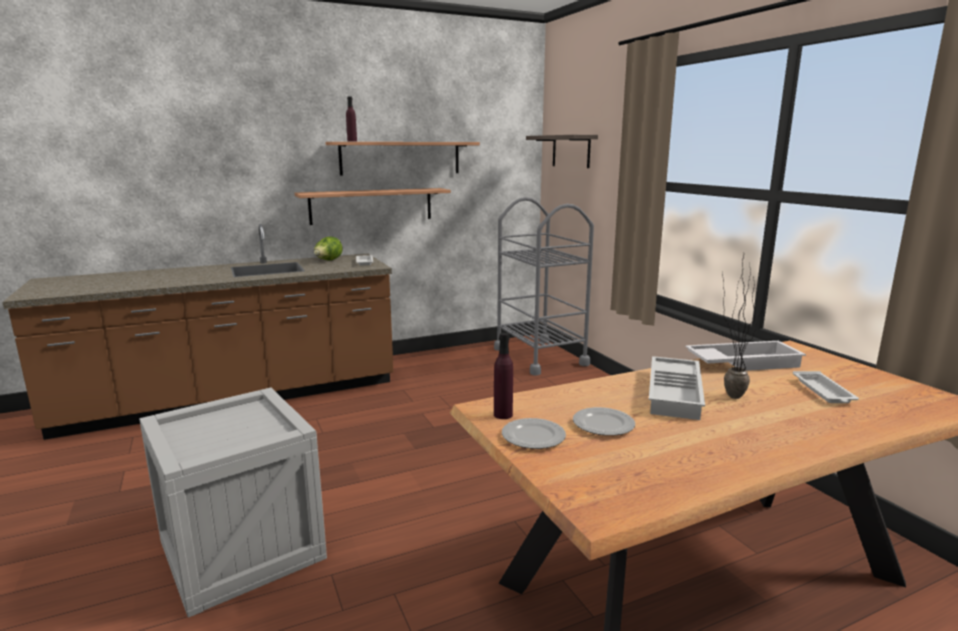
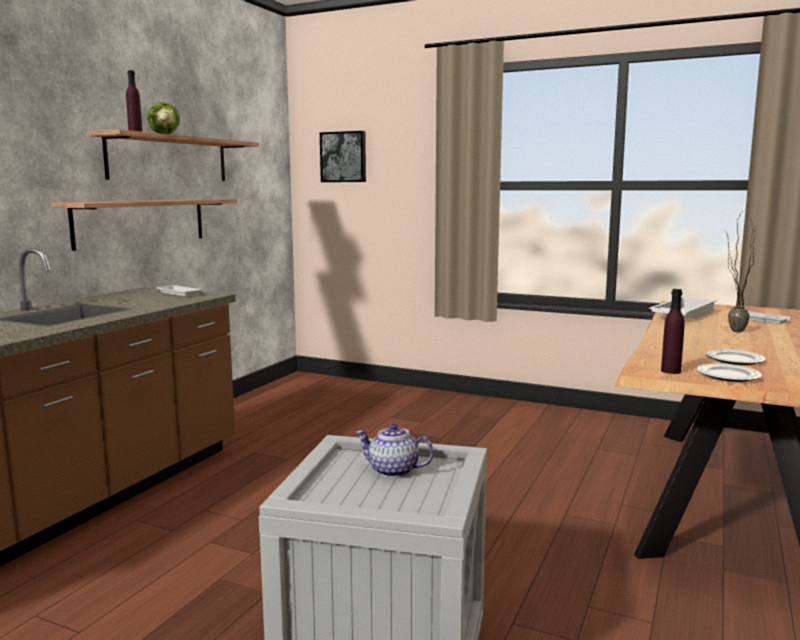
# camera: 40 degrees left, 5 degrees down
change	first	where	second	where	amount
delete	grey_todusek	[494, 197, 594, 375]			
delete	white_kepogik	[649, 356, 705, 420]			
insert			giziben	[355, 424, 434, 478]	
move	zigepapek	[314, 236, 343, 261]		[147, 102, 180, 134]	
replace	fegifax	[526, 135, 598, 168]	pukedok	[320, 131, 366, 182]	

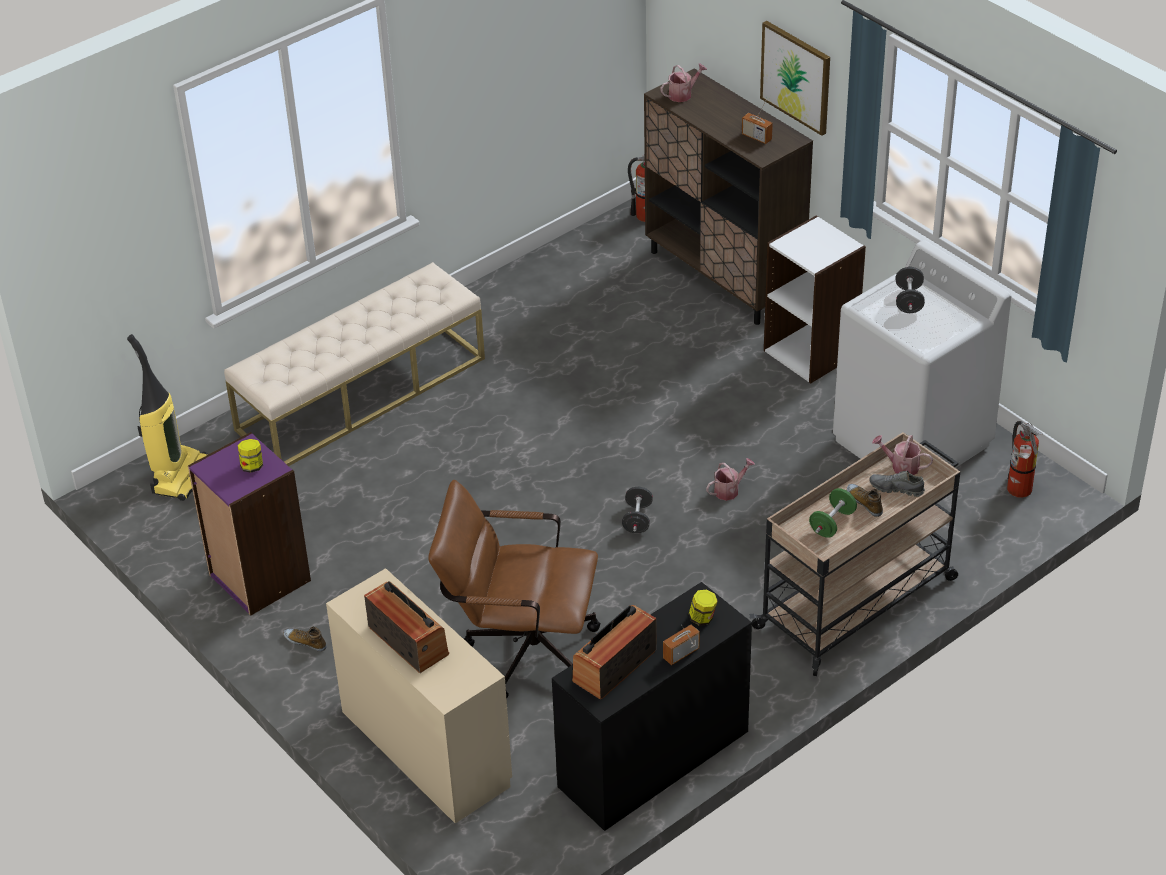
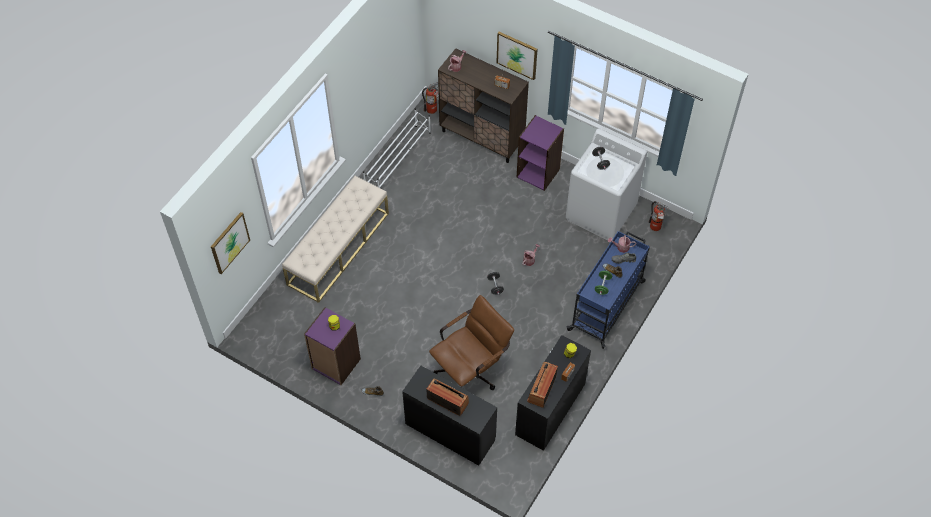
# camera: 20 degrees left, 15 degrees up
change	first	where	second	where	amount
delete	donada	[127, 334, 208, 501]			
insert			pukedok	[211, 212, 250, 274]	
insert			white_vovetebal	[363, 108, 431, 188]	
recolor	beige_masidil	[326, 568, 512, 824]	black_masidil	[402, 366, 497, 466]	
recolor	beige_todusek	[750, 432, 960, 676]	blue_todusek	[566, 231, 650, 349]	
recolor	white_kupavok	[764, 215, 866, 384]	purple_kupavok	[517, 115, 564, 191]	
rotate	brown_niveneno	[428, 480, 600, 699]		[429, 295, 514, 390]	150 degrees clockwise

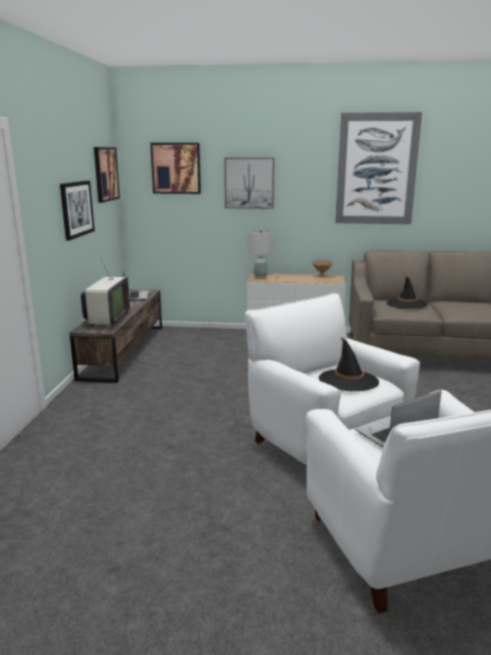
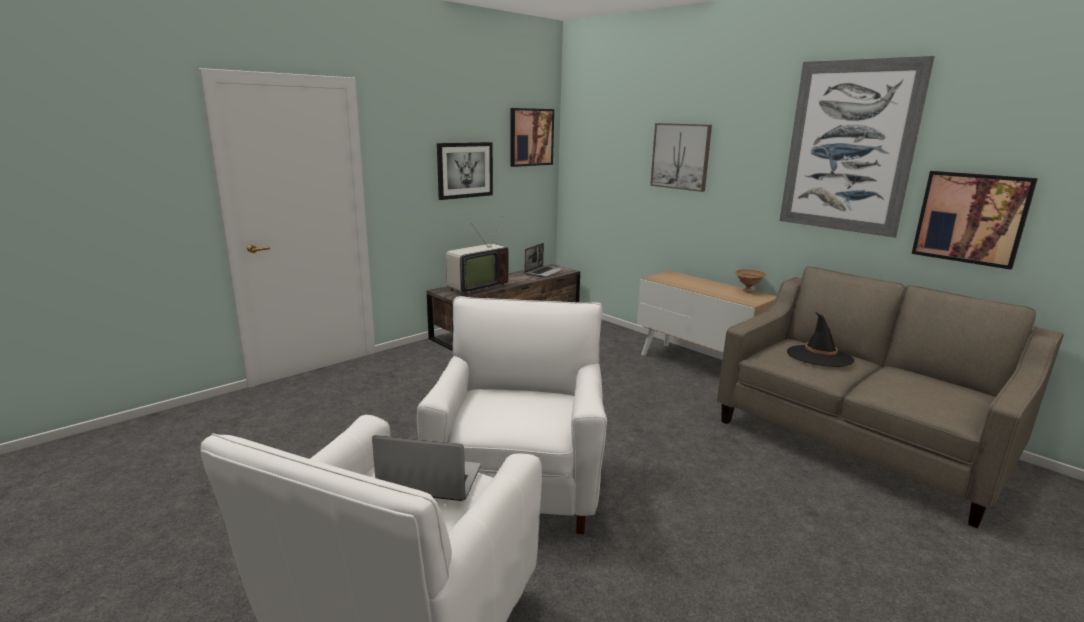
# camera: 40 degrees right, 0 degrees up
change	first	where	second	where	amount
delete	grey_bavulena	[249, 229, 273, 279]			
delete	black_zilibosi	[319, 337, 379, 391]			
move	pukedok	[150, 143, 201, 194]		[912, 171, 1038, 270]	

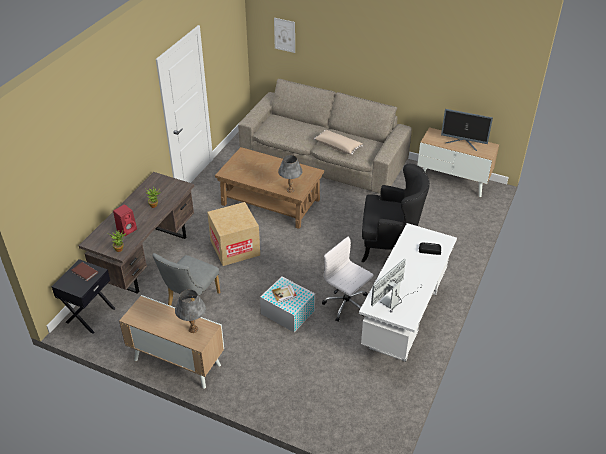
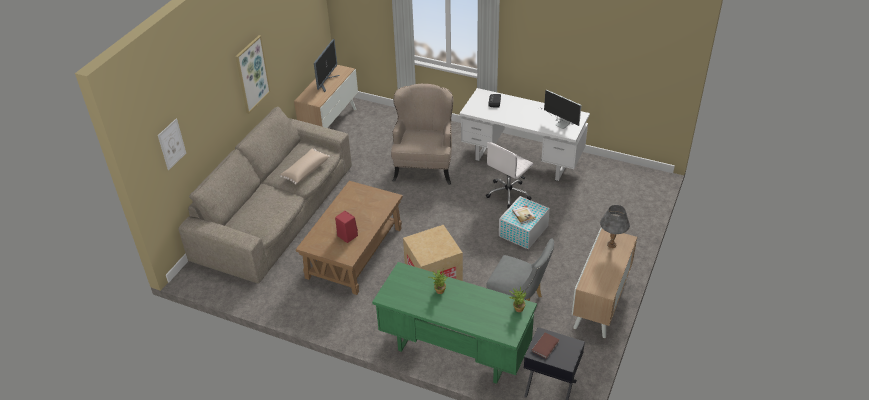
# camera: 90 degrees left, 0 degrees up
change	first	where	second	where	amount
delete	grey_bavulena	[278, 155, 303, 193]			
insert			pukedok	[235, 35, 271, 114]	
move	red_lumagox	[113, 205, 137, 236]		[335, 211, 358, 243]	
recolor	brown_masidil	[79, 172, 194, 294]	green_masidil	[372, 262, 537, 384]	
recolor	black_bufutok	[362, 163, 430, 262]	beige_bufutok	[391, 84, 453, 185]	

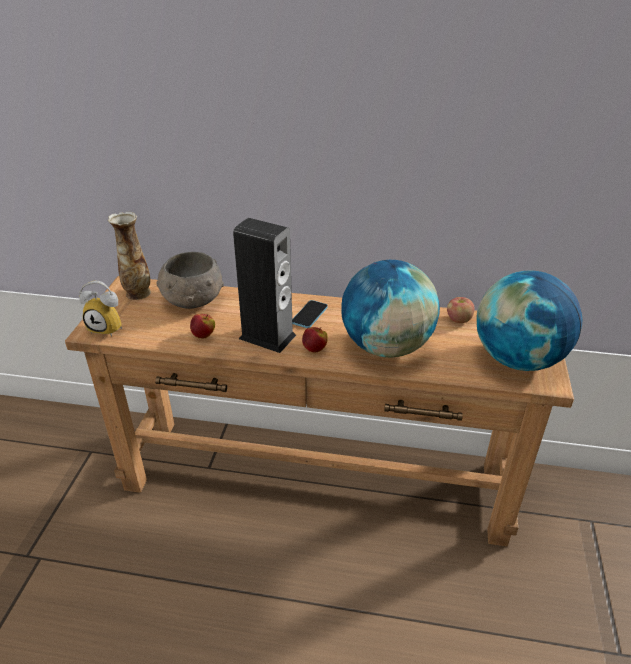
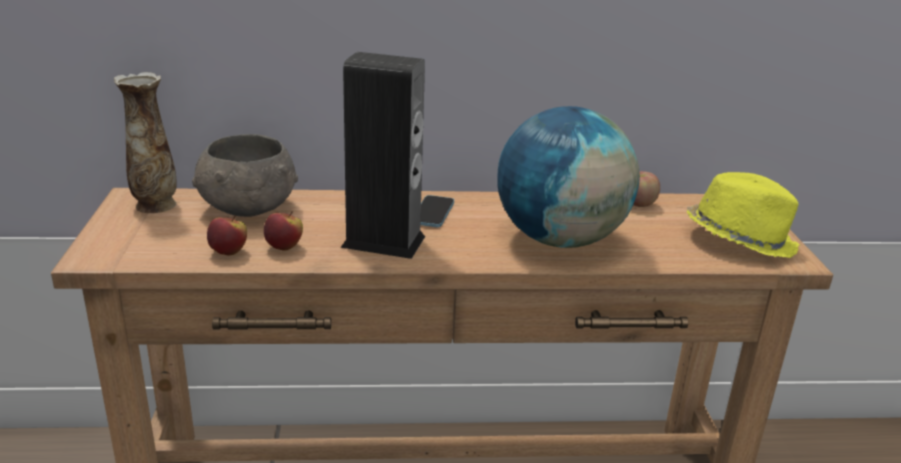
# camera: 15 degrees left, 10 degrees down
change	first	where	second	where	amount
delete	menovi	[79, 281, 122, 337]			
move	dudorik	[302, 327, 328, 352]		[207, 215, 247, 256]	
replace	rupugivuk	[476, 270, 582, 371]	yellow_zilibosi	[687, 172, 800, 258]	

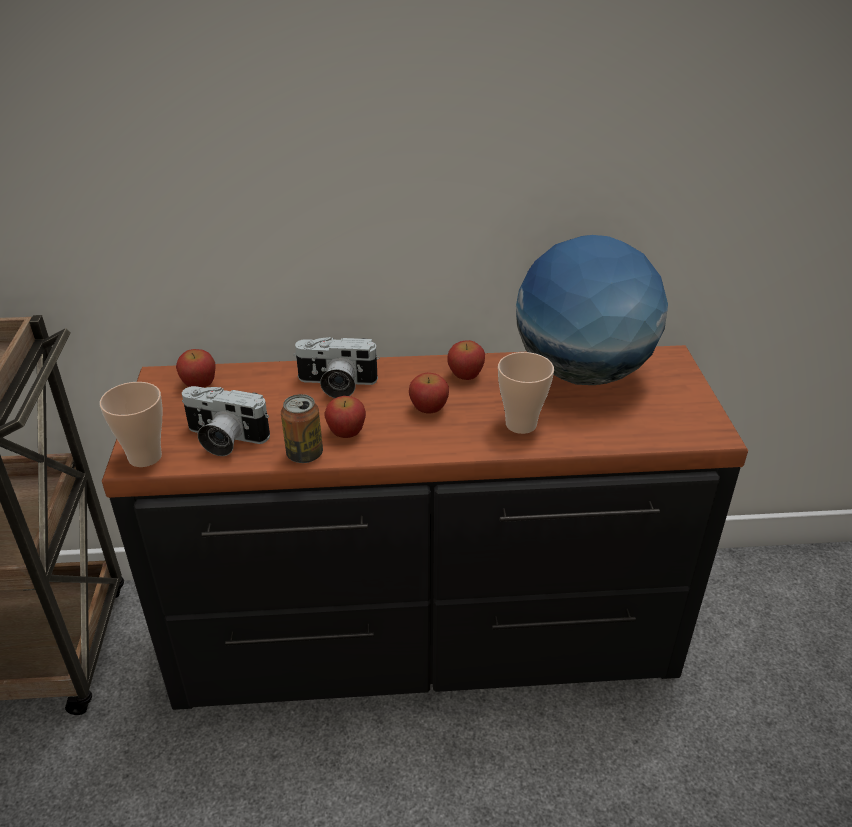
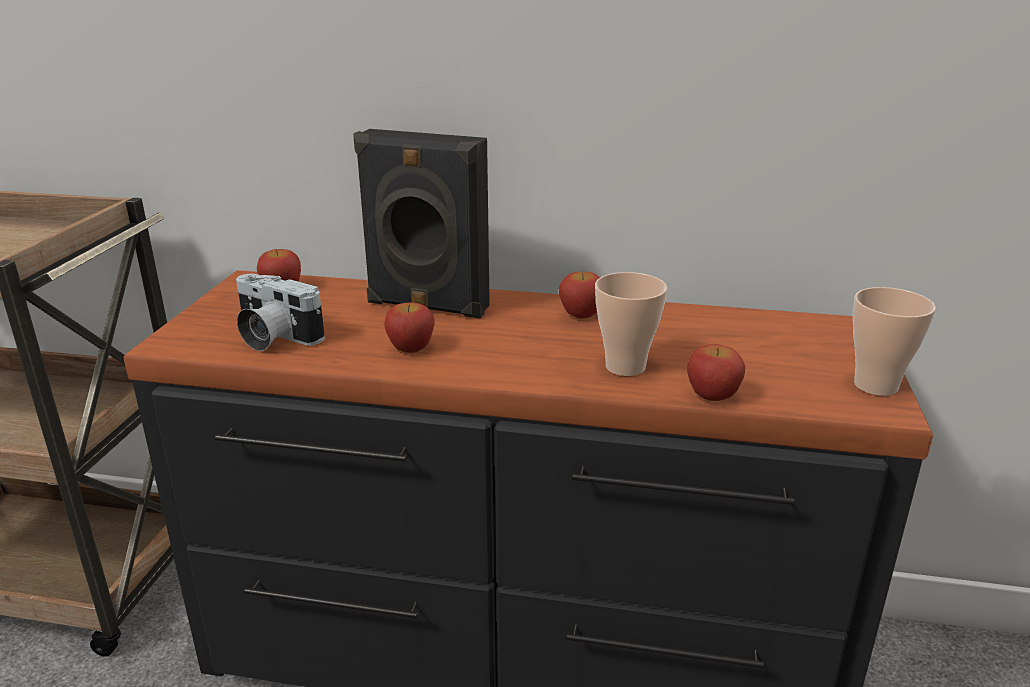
# camera: 15 degrees right, 10 degrees down
change	first	where	second	where	amount
delete	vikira	[281, 394, 323, 463]			
delete	rupugivuk	[516, 235, 668, 385]			
move	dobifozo	[100, 382, 162, 467]		[853, 287, 936, 396]	
move	dudorik	[409, 373, 449, 413]		[687, 344, 745, 401]	
replace	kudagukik	[293, 337, 380, 398]	black_lumagox	[353, 129, 490, 319]	

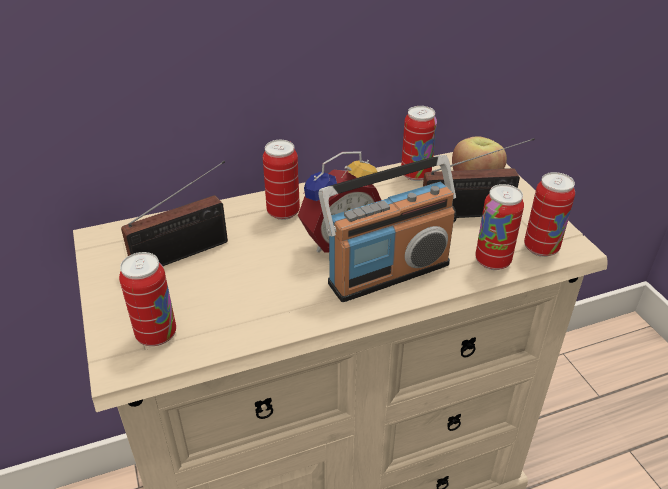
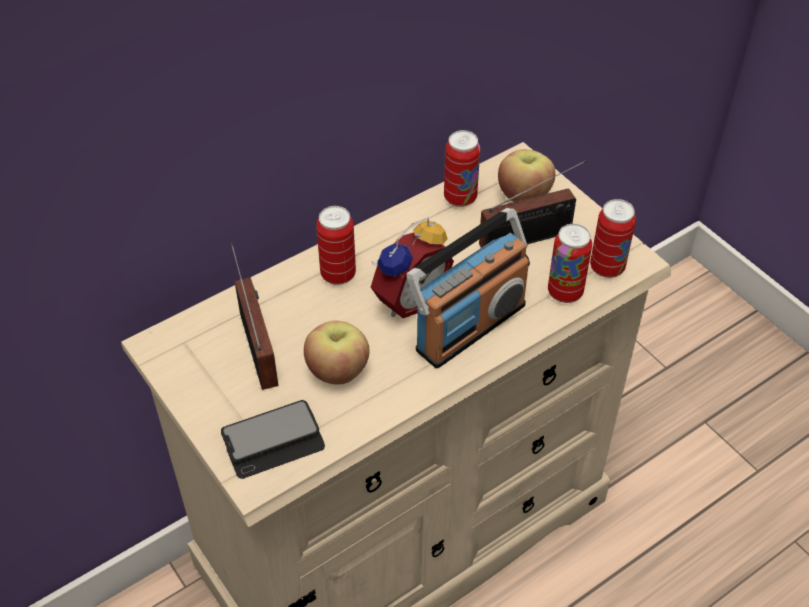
# camera: 15 degrees left, 10 degrees up
change	first	where	second	where	amount
insert			dudorik	[304, 320, 370, 385]	
replace	vikira	[119, 252, 176, 346]	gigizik	[221, 400, 325, 479]	
rotate	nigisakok	[121, 161, 228, 266]		[231, 243, 278, 390]	60 degrees counterclockwise

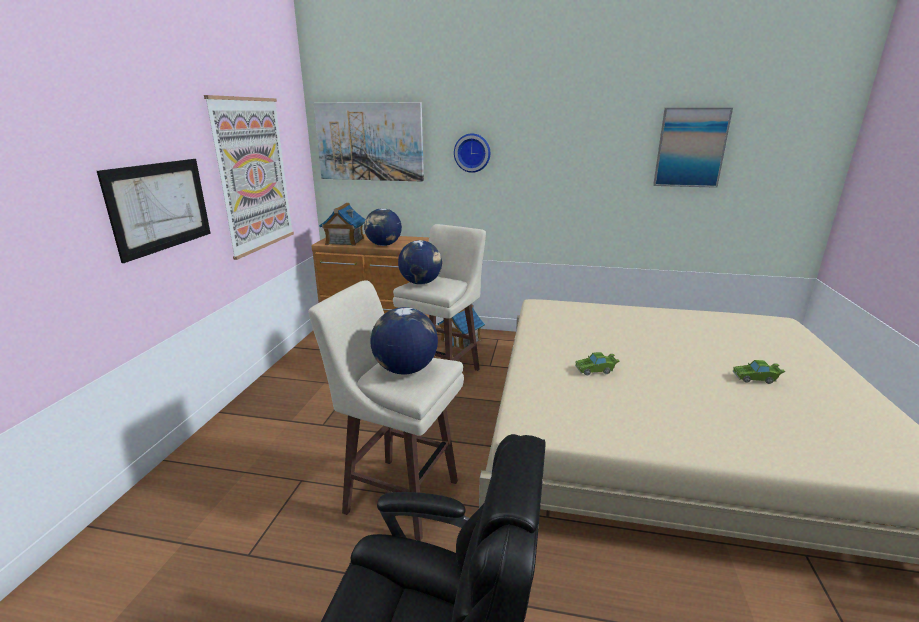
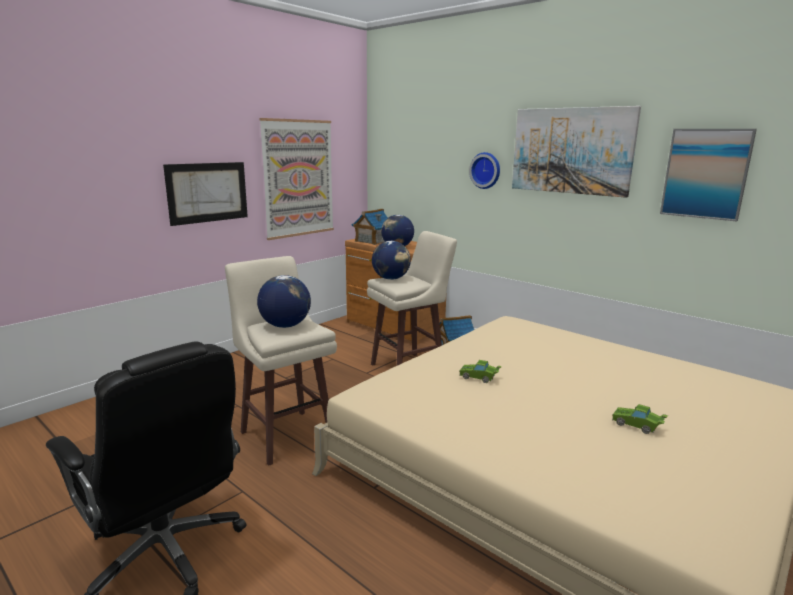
# camera: 30 degrees right, 5 degrees down
change	first	where	second	where	amount
move	pukedok	[314, 102, 424, 181]		[512, 106, 641, 198]	

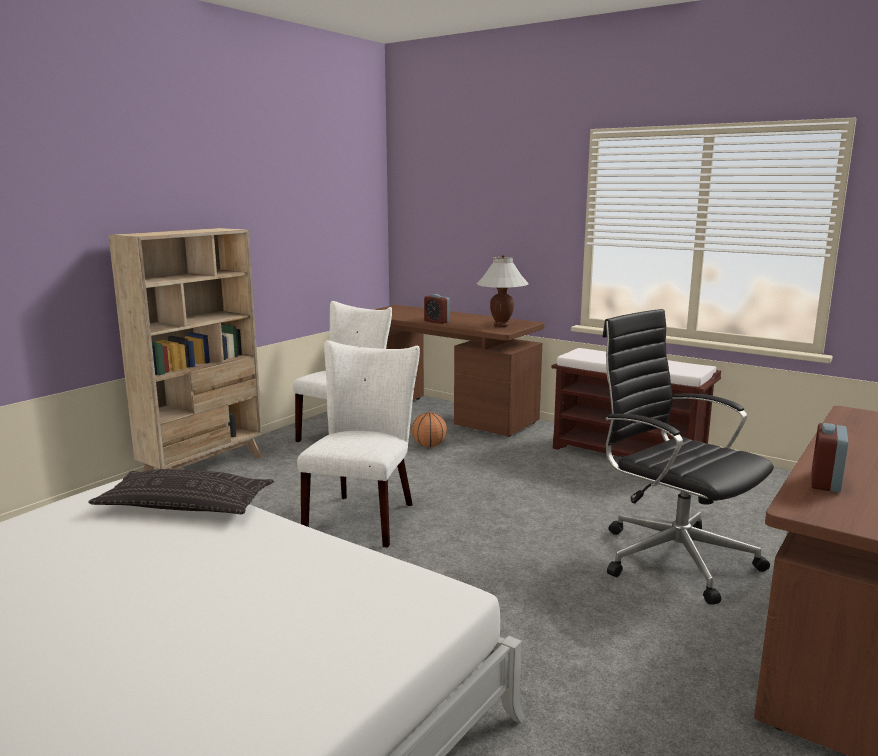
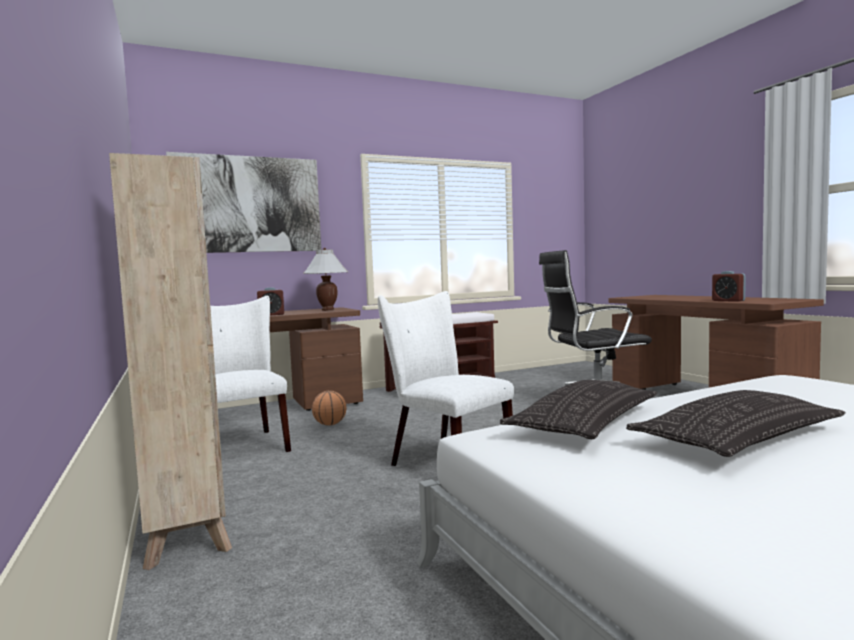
# camera: 60 degrees left, 10 degrees down
change	first	where	second	where	amount
insert			pukedok	[166, 152, 321, 253]	
insert			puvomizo	[626, 390, 846, 457]	

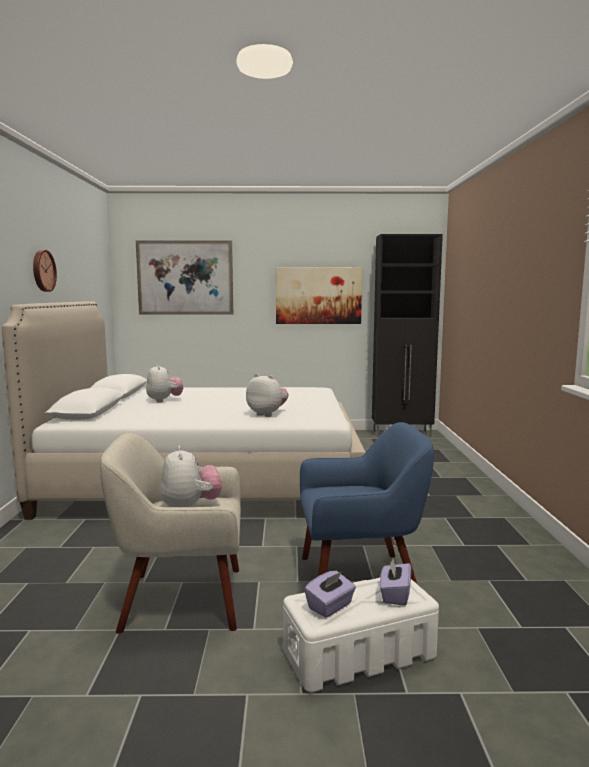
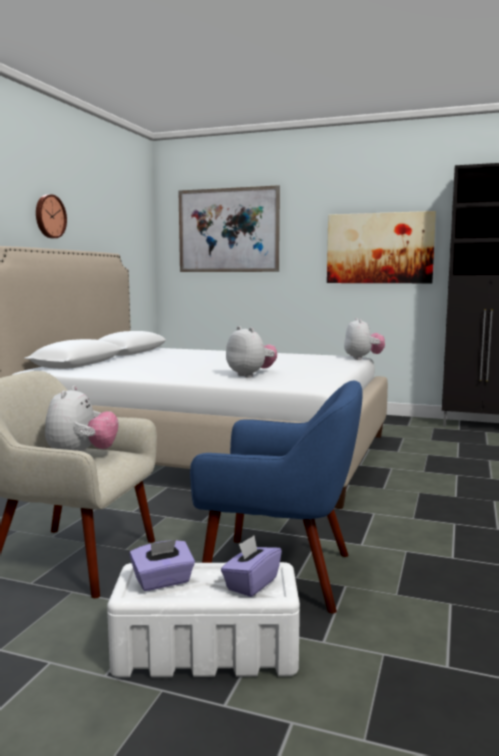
# camera: 20 degrees right, 0 degrees up
change	first	where	second	where	amount
move	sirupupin	[146, 364, 183, 403]		[344, 318, 385, 360]	

